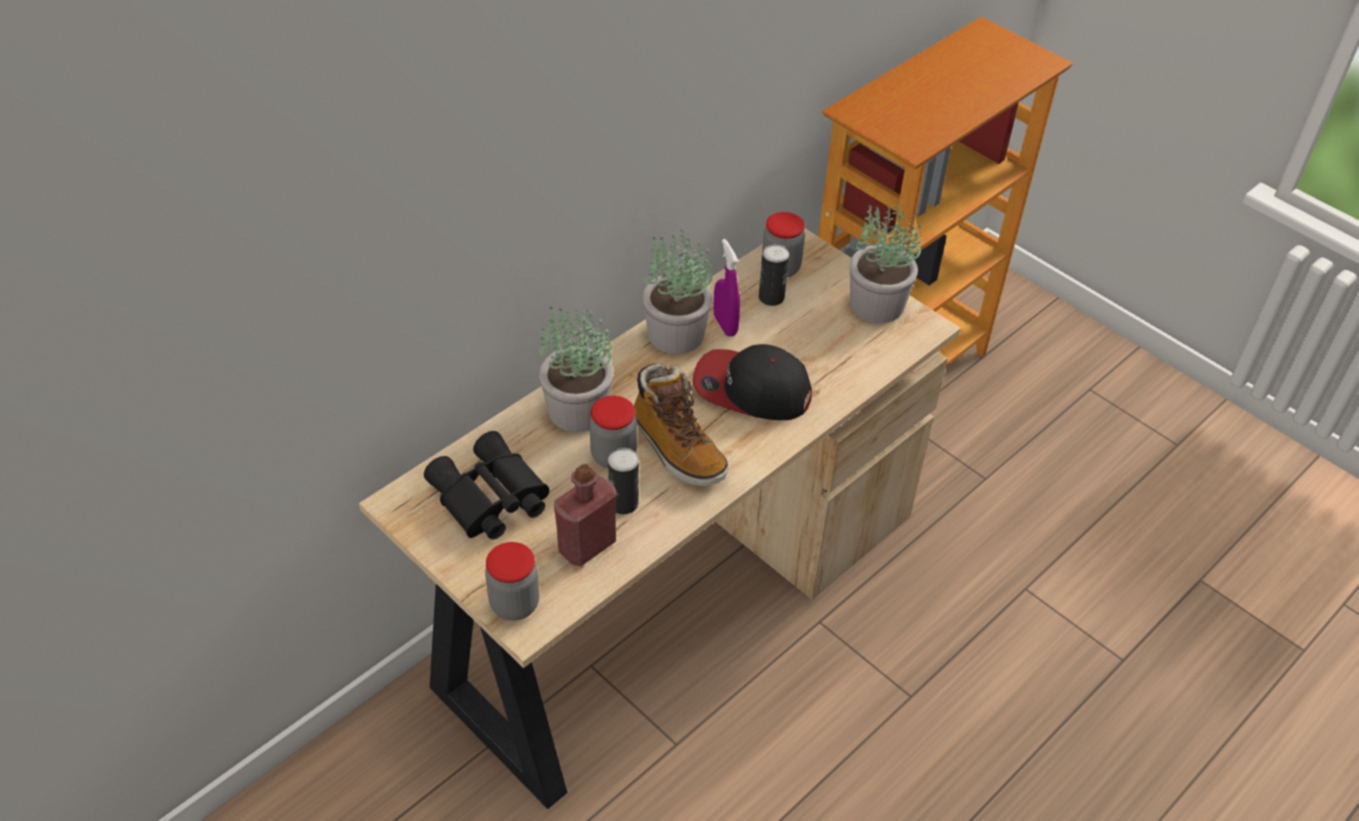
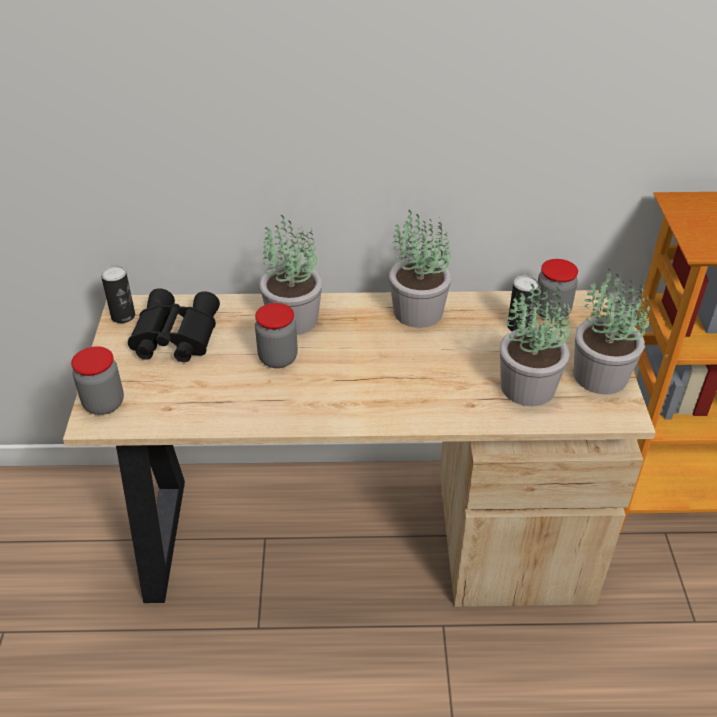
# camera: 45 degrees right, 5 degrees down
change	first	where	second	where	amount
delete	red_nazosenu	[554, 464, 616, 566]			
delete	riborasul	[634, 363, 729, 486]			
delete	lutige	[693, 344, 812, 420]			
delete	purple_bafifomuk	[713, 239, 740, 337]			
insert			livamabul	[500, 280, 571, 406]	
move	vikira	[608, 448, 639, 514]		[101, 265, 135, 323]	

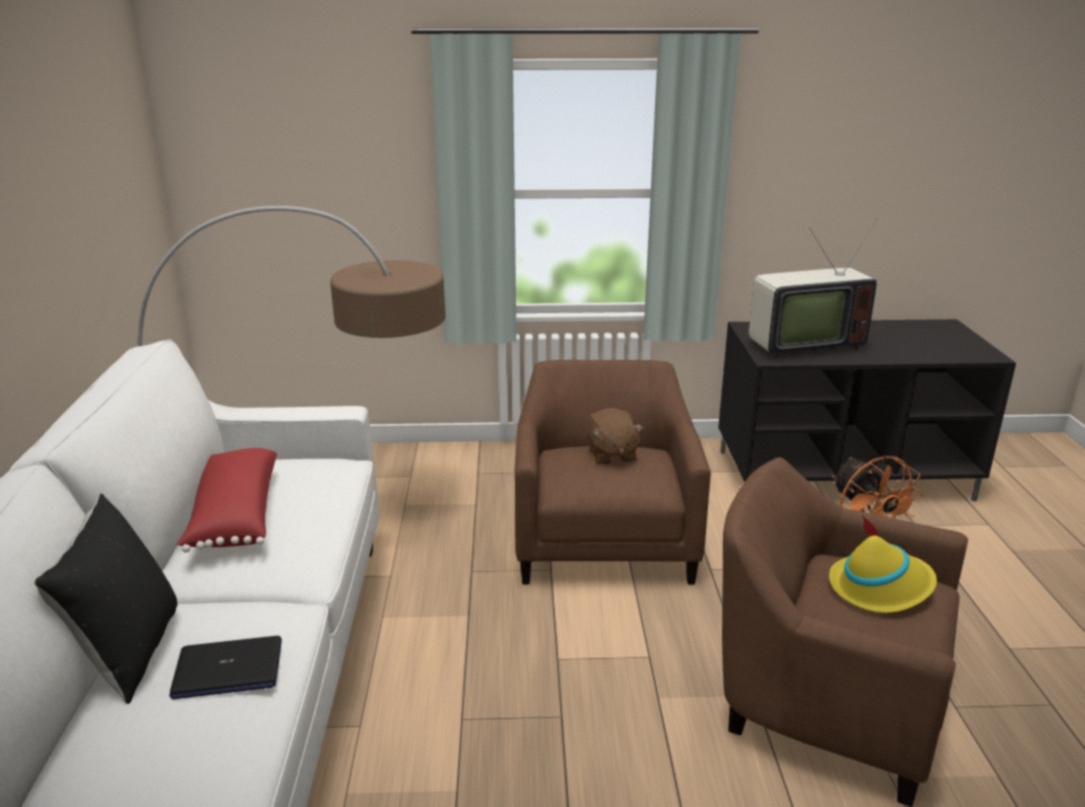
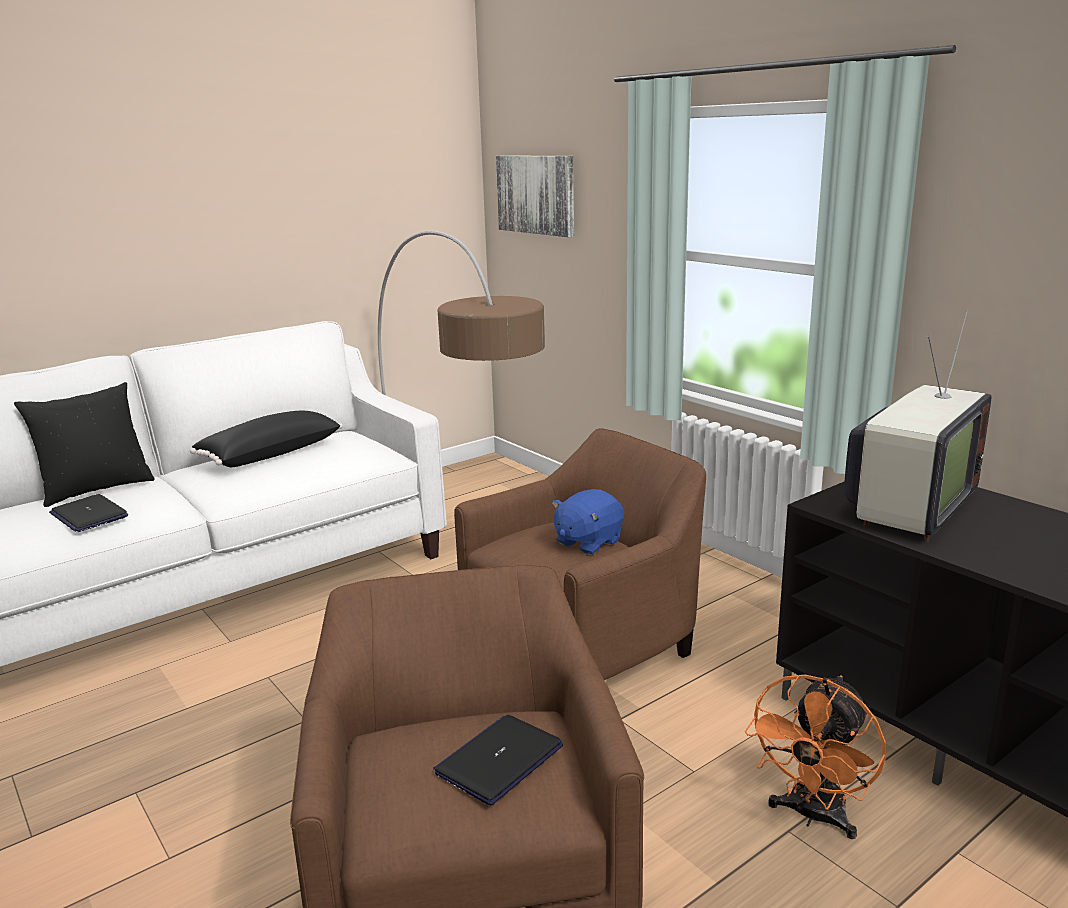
# camera: 55 degrees right, 5 degrees down
change	first	where	second	where	amount
insert			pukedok	[496, 156, 574, 237]	
replace	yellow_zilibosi	[829, 515, 937, 613]	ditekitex	[433, 715, 563, 805]	
recolor	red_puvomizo	[177, 448, 277, 553]	black_puvomizo	[190, 411, 343, 467]	
recolor	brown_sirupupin	[586, 408, 644, 465]	blue_sirupupin	[552, 489, 624, 555]	
rotate	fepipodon	[749, 219, 877, 358]		[844, 310, 992, 542]	90 degrees counterclockwise

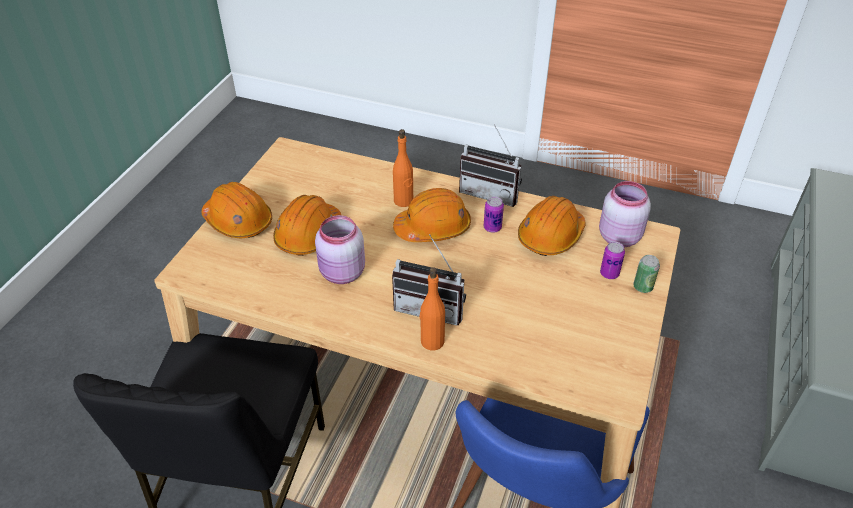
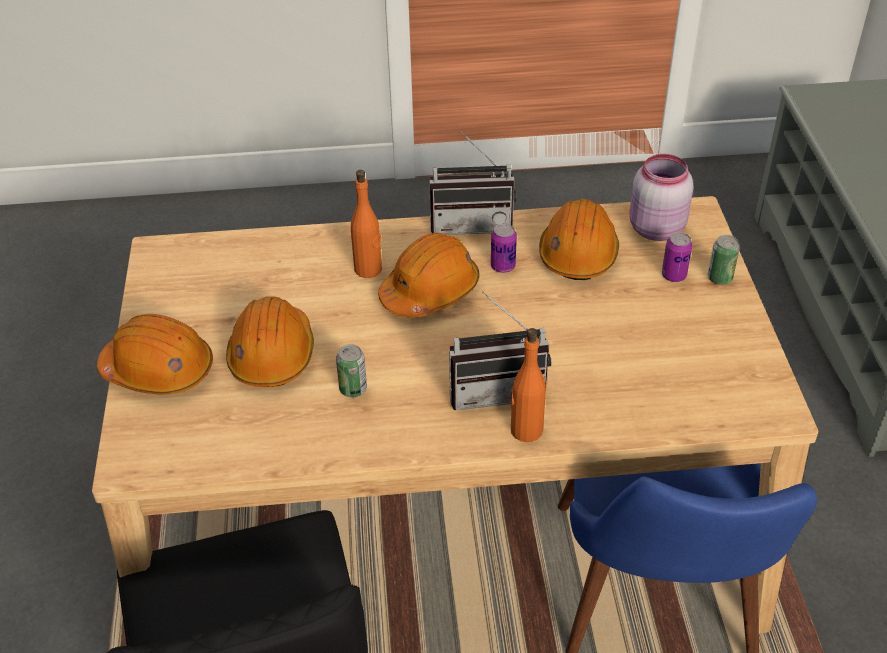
# camera: 25 degrees left, 0 degrees up
change	first	where	second	where	amount
replace	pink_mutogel	[315, 215, 365, 284]	vikira	[336, 344, 367, 397]	

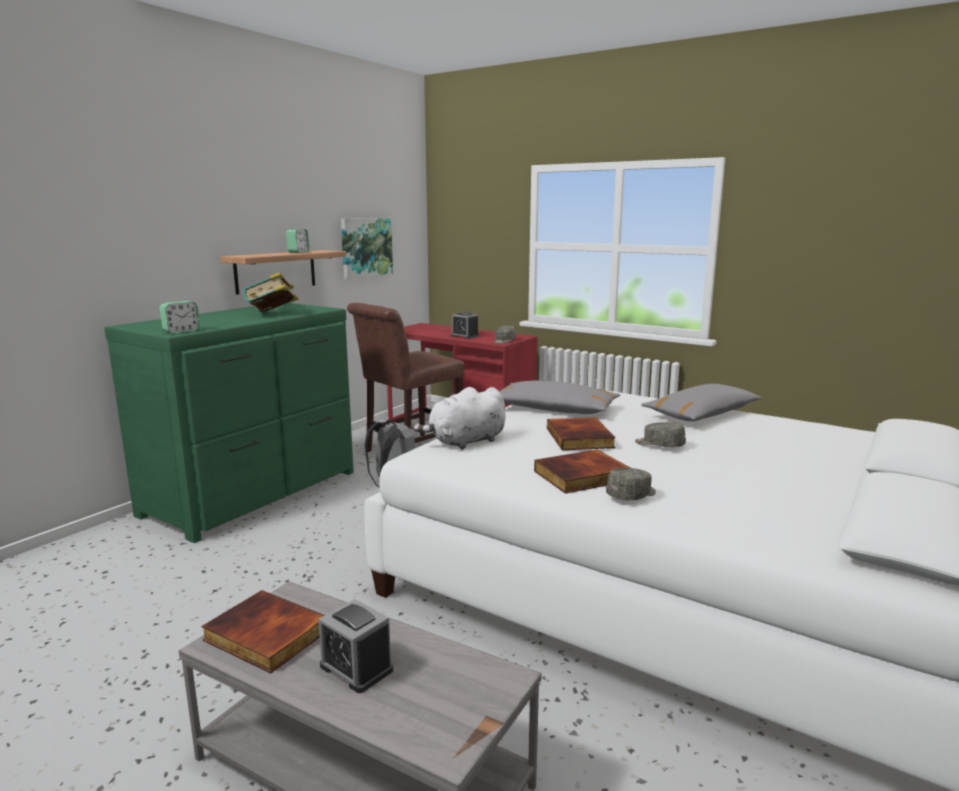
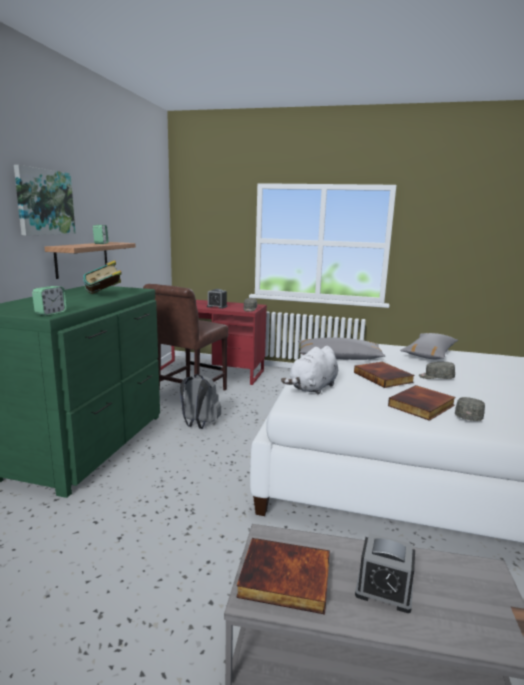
# camera: 20 degrees left, 0 degrees up
change	first	where	second	where	amount
move	pukedok	[341, 218, 393, 280]		[14, 165, 76, 236]	

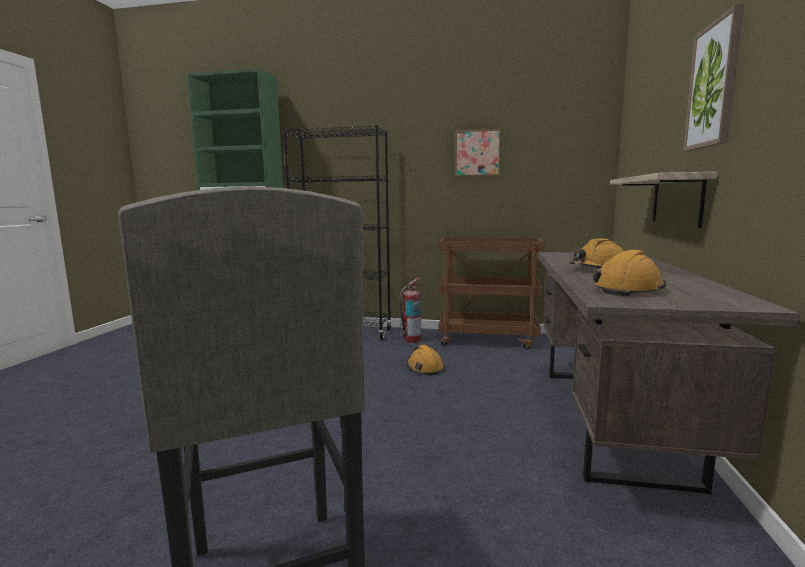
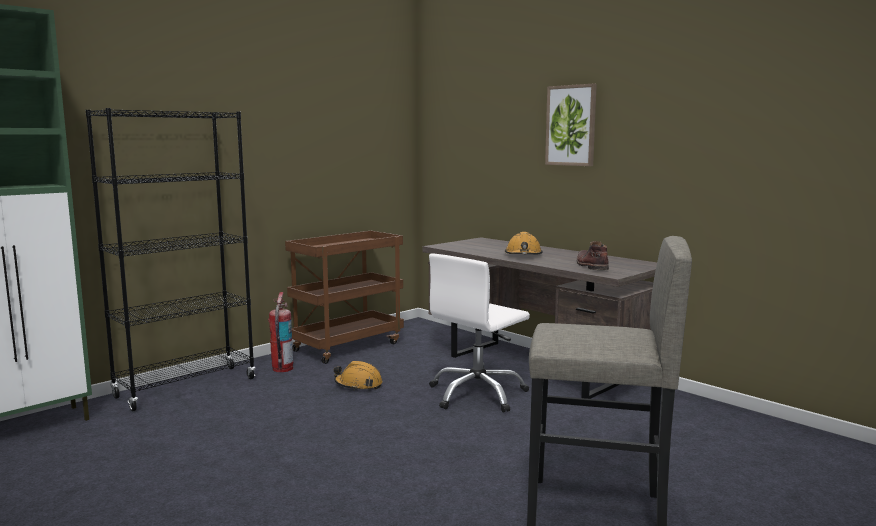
# camera: 55 degrees left, 0 degrees up
change	first	where	second	where	amount
delete	pukedok	[455, 129, 501, 177]			
delete	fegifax	[610, 172, 718, 228]			
insert			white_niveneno	[429, 254, 530, 413]	
replace	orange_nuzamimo	[593, 250, 666, 296]	brown_riborasul	[577, 241, 609, 270]	

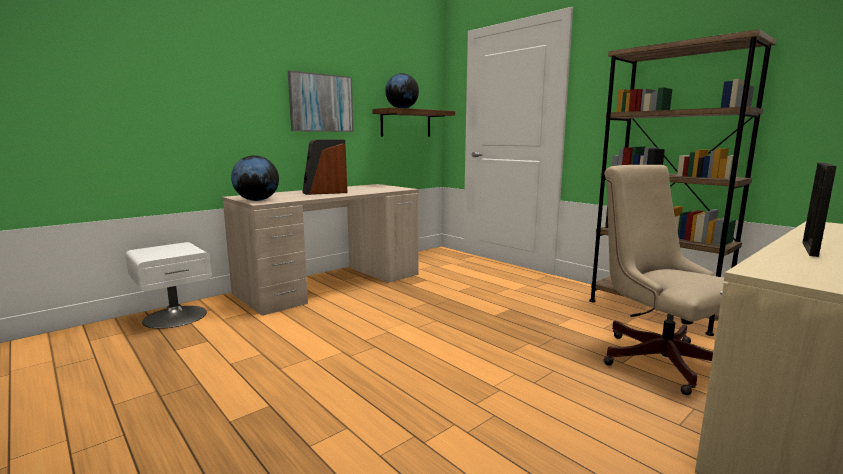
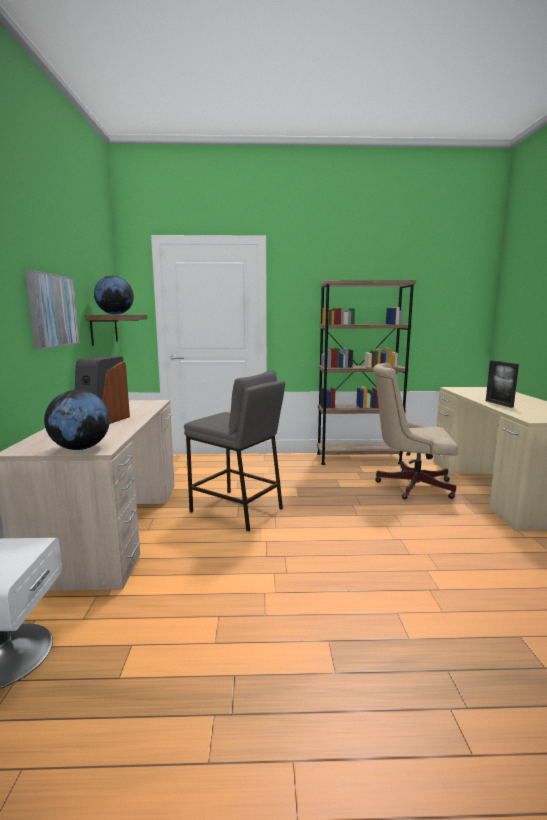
# camera: 50 degrees left, 0 degrees up
change	first	where	second	where	amount
insert			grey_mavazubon	[184, 370, 285, 532]	

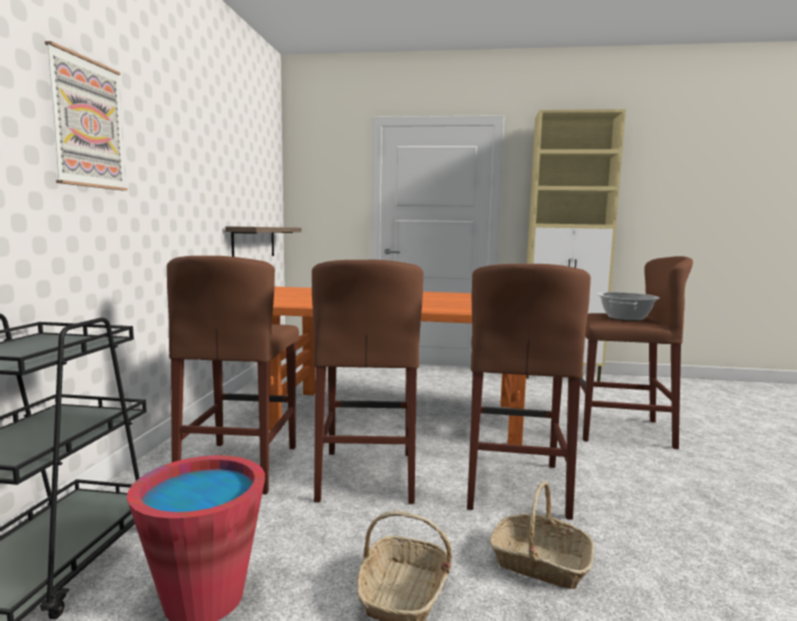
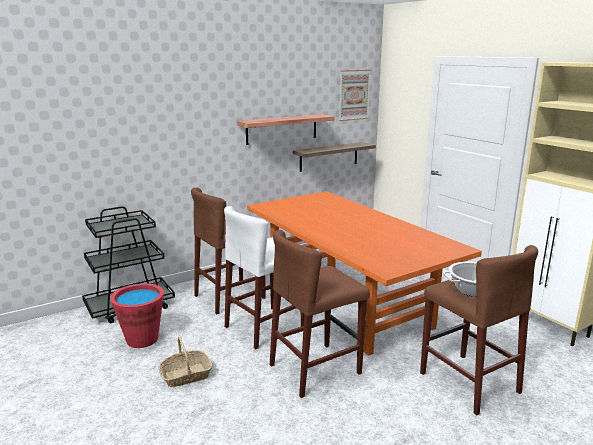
# camera: 50 degrees right, 10 degrees up
change	first	where	second	where	amount
delete	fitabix	[490, 482, 594, 589]			
insert			fegifax	[237, 114, 334, 145]	
move	pukedok	[45, 41, 128, 191]		[339, 70, 371, 121]	
recolor	brown_mavazubon	[312, 260, 423, 504]	white_mavazubon	[224, 206, 304, 349]	

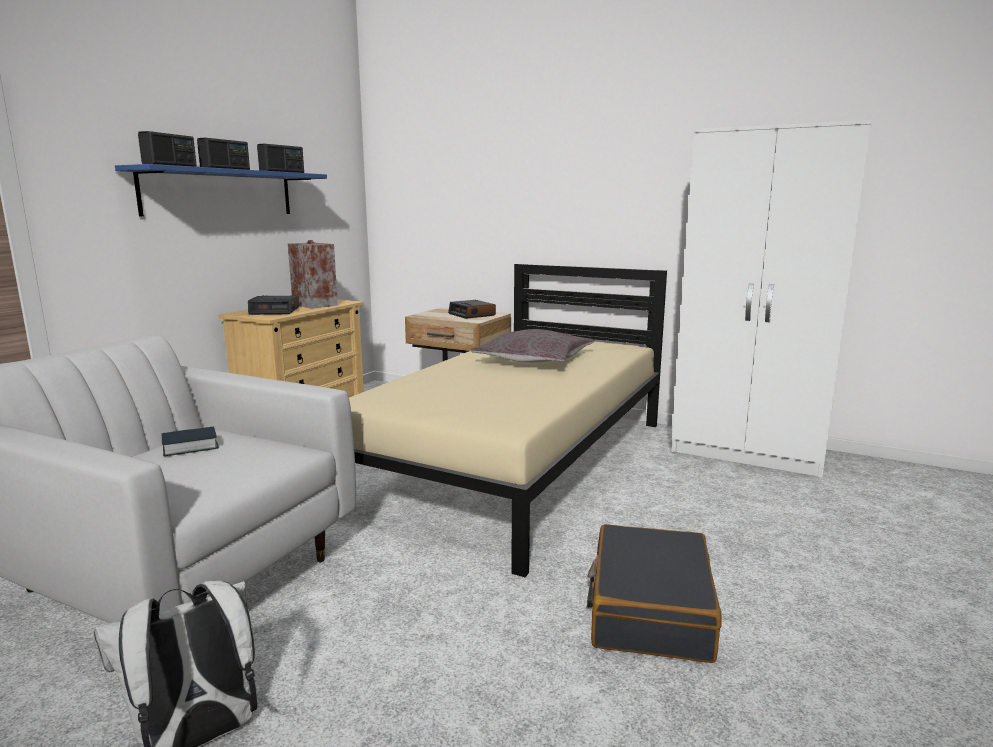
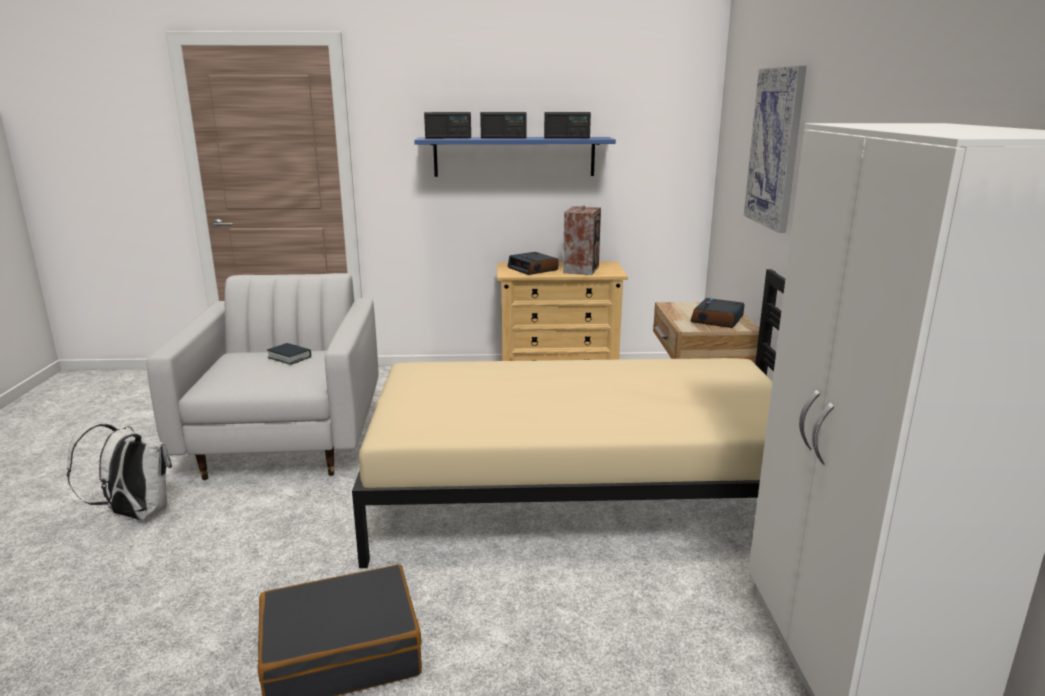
# camera: 60 degrees right, 5 degrees up
change	first	where	second	where	amount
delete	grey_puvomizo	[471, 329, 594, 362]			
insert			pukedok	[744, 66, 807, 233]	

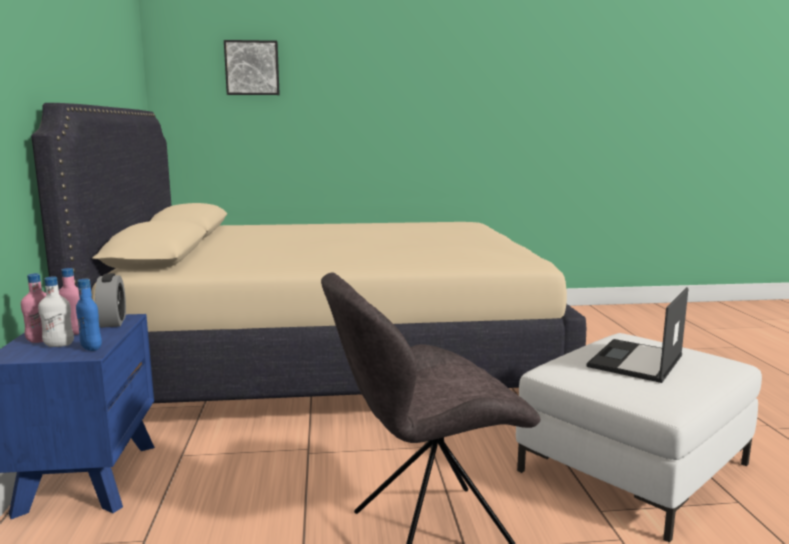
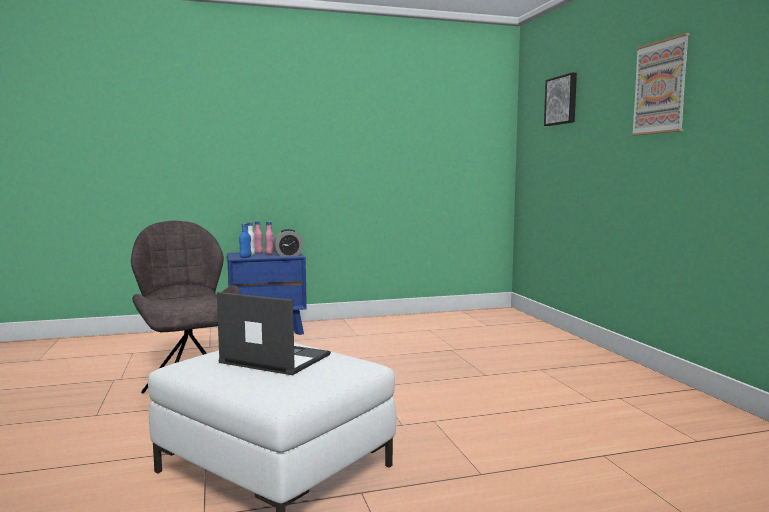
# camera: 80 degrees right, 5 degrees down
change	first	where	second	where	amount
delete	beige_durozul	[31, 103, 586, 403]			
insert			pukedok	[631, 33, 690, 136]	

